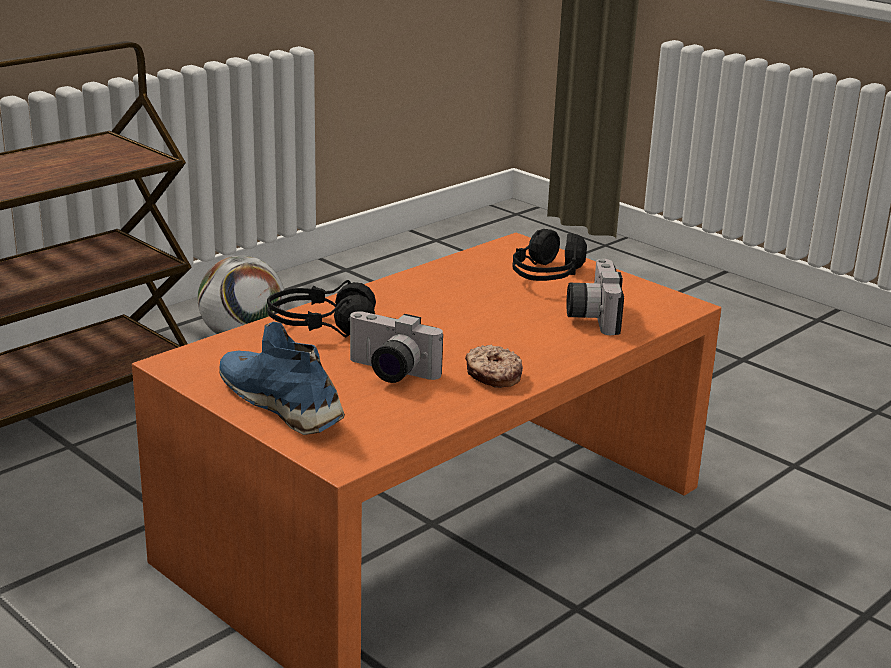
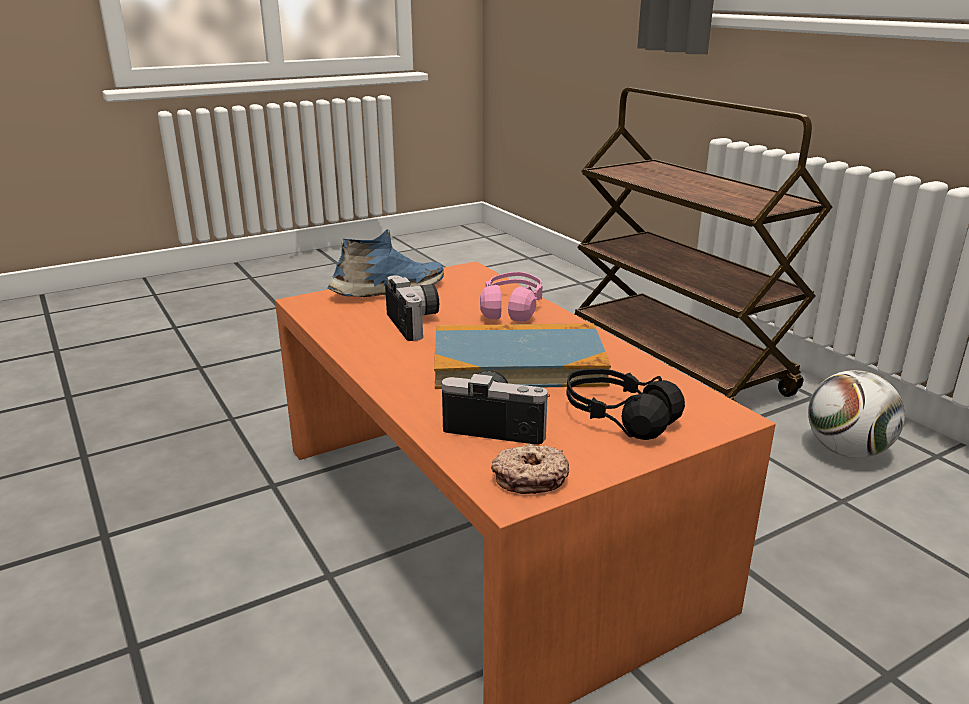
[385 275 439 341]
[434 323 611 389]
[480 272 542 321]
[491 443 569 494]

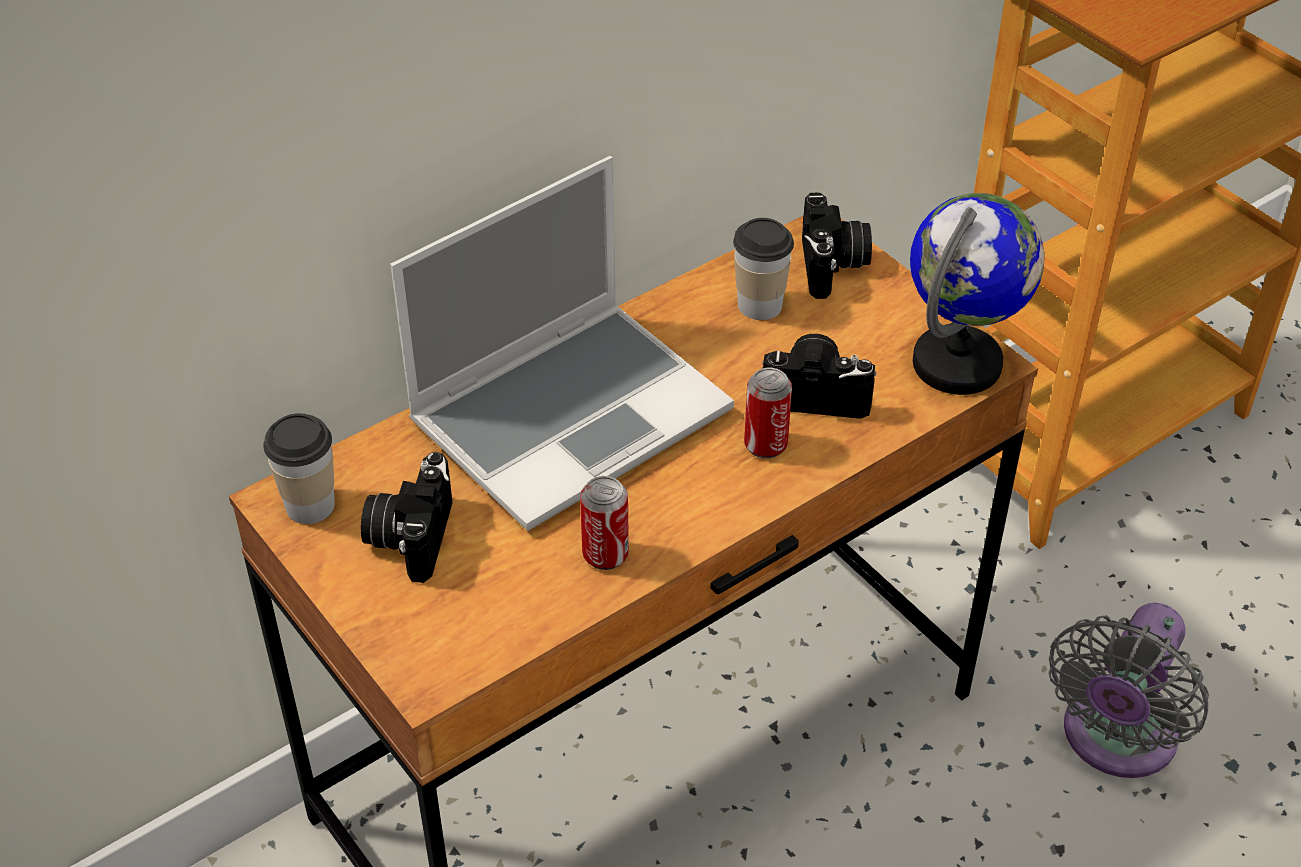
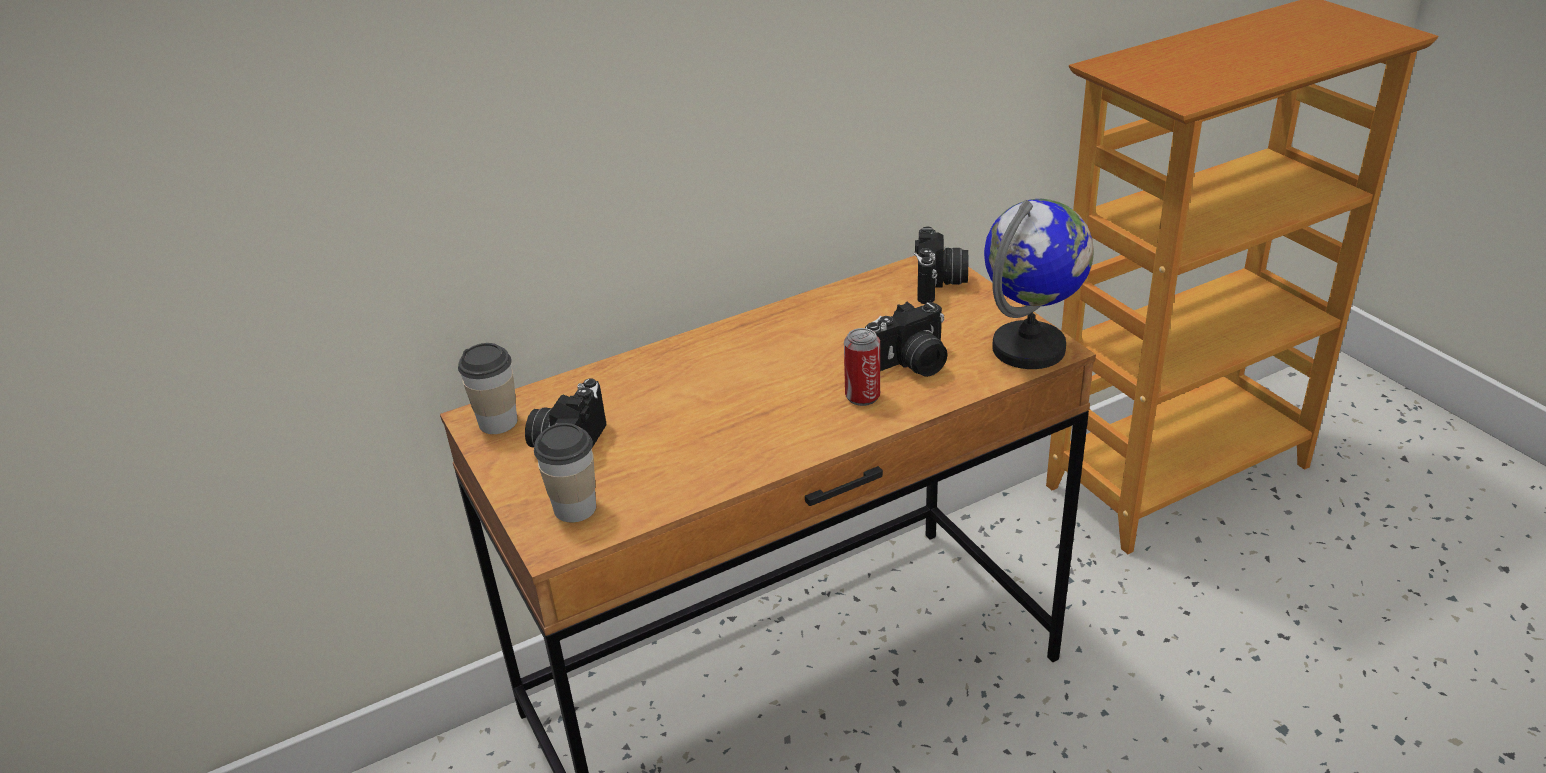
[534 423 596 522]
[865 302 948 377]
[390 156 734 531] (first image)
[580 476 629 570] (first image)
[1049 603 1209 778] (first image)

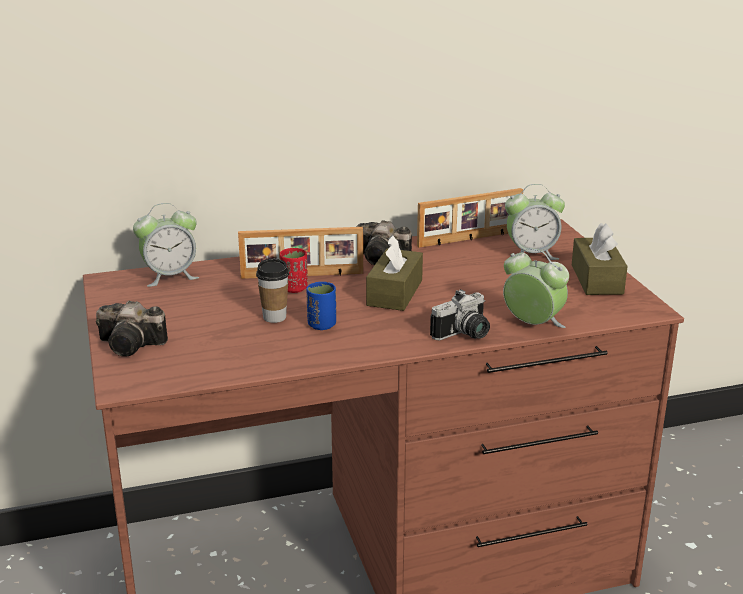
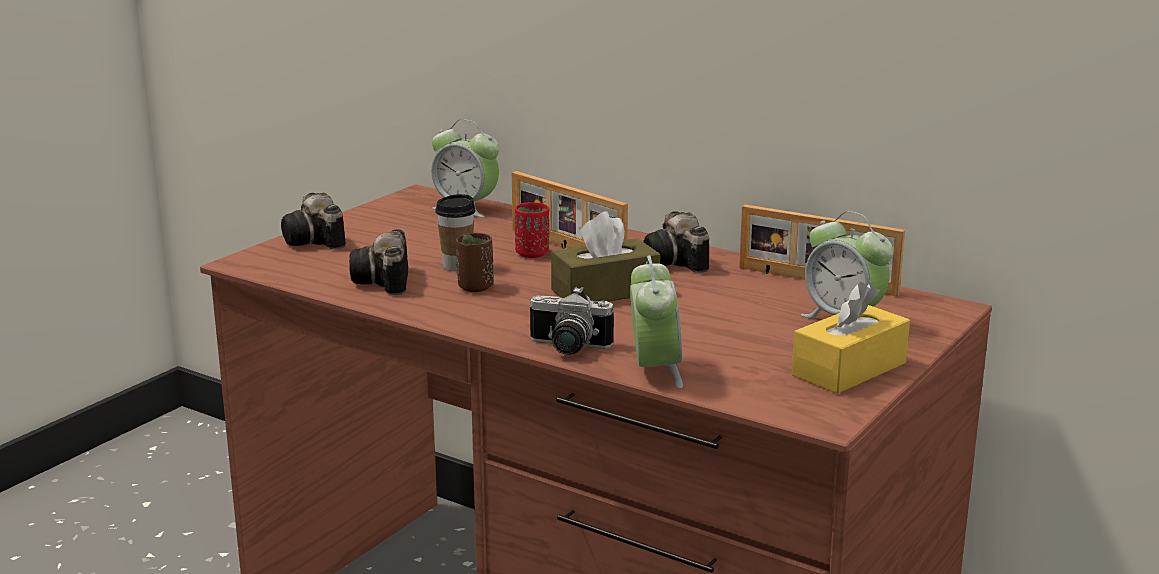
[349 229 409 295]
[456 233 494 292]
[792 282 910 394]

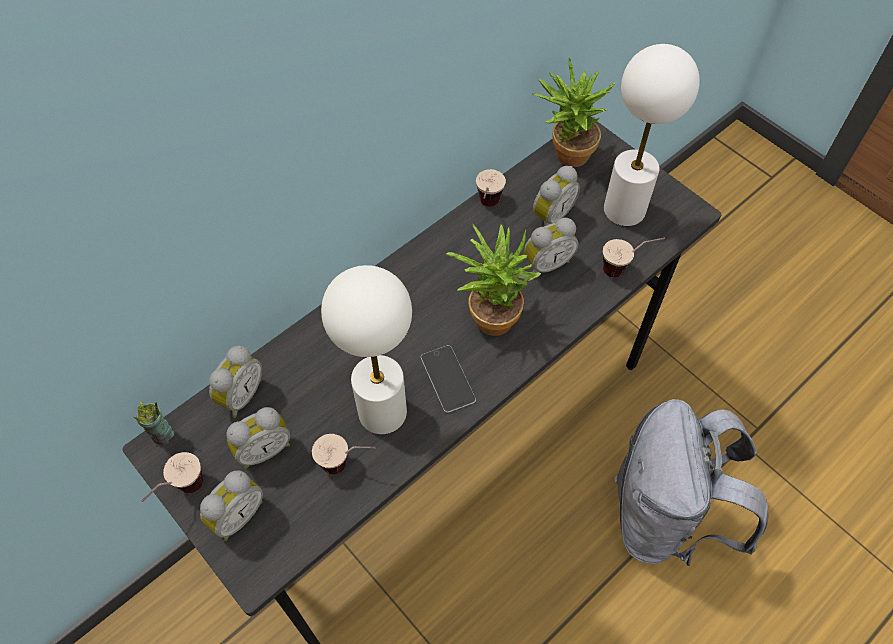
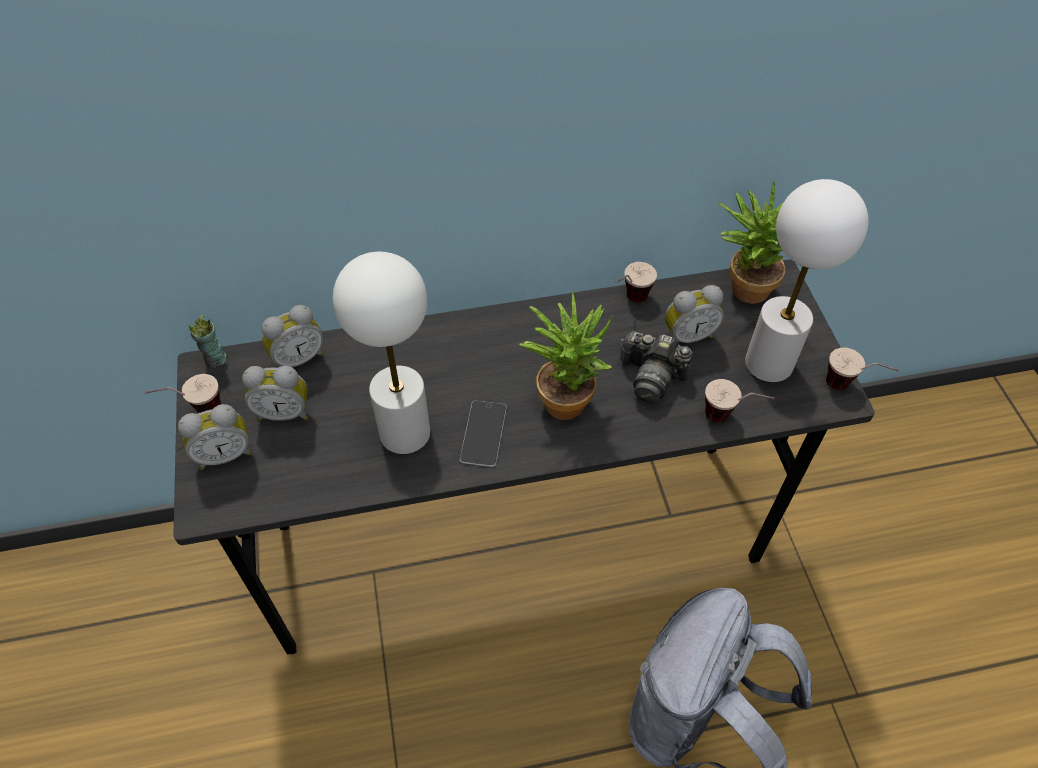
[620 331 694 403]
[826 348 899 390]

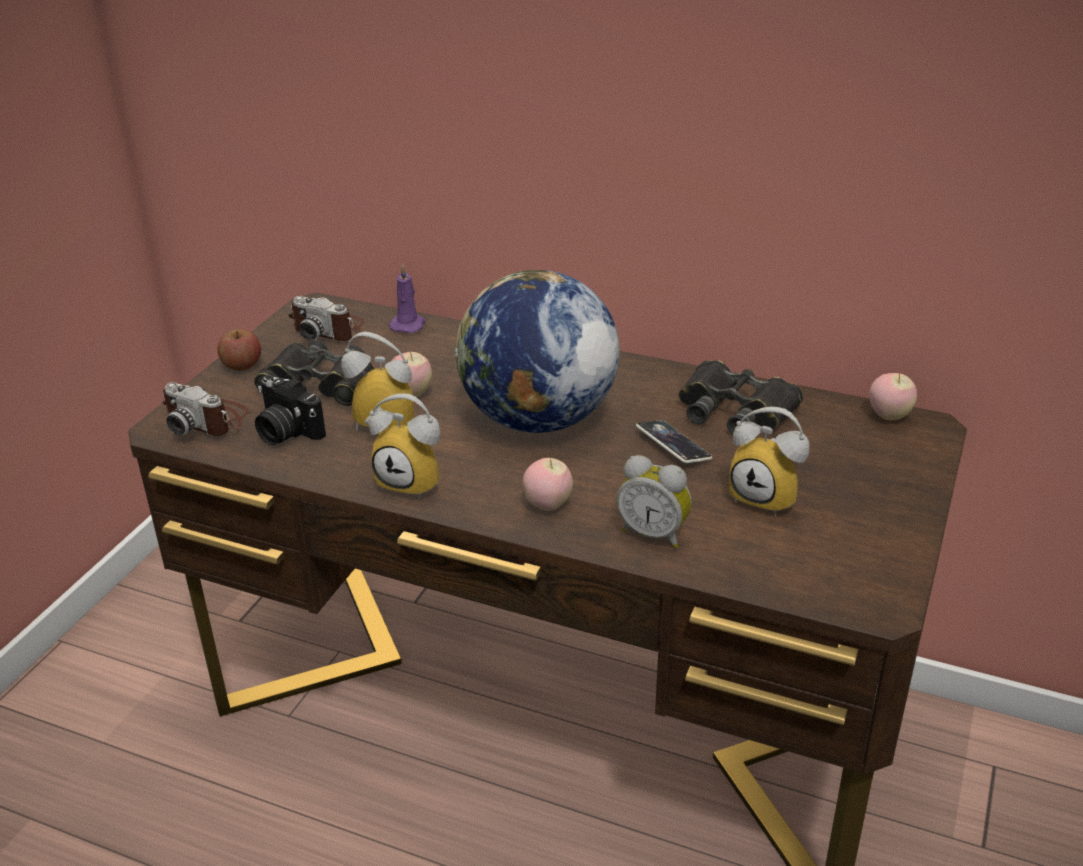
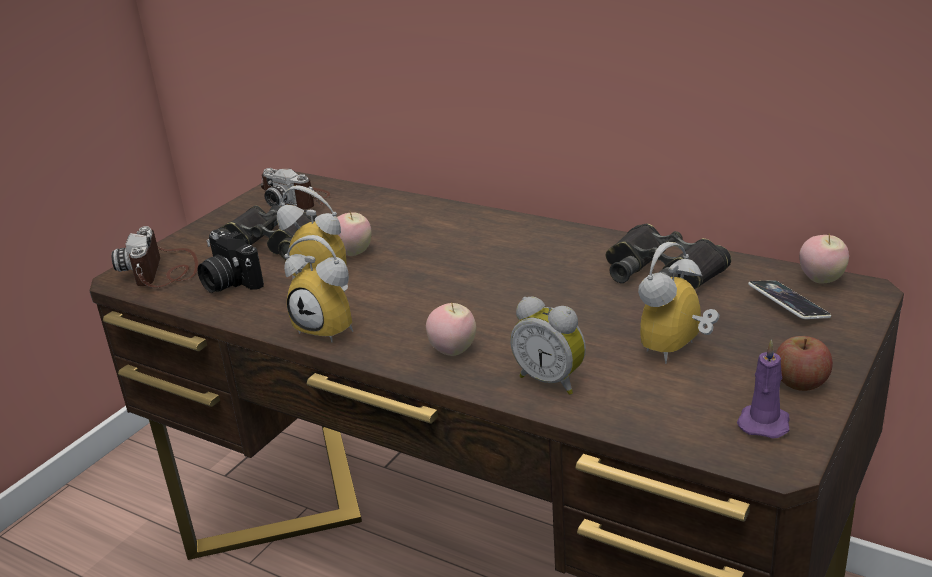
[111 226 198 288]
[638 242 719 364]
[737 339 790 439]
[748 280 831 319]
[776 336 833 391]
[455 270 619 433] (first image)

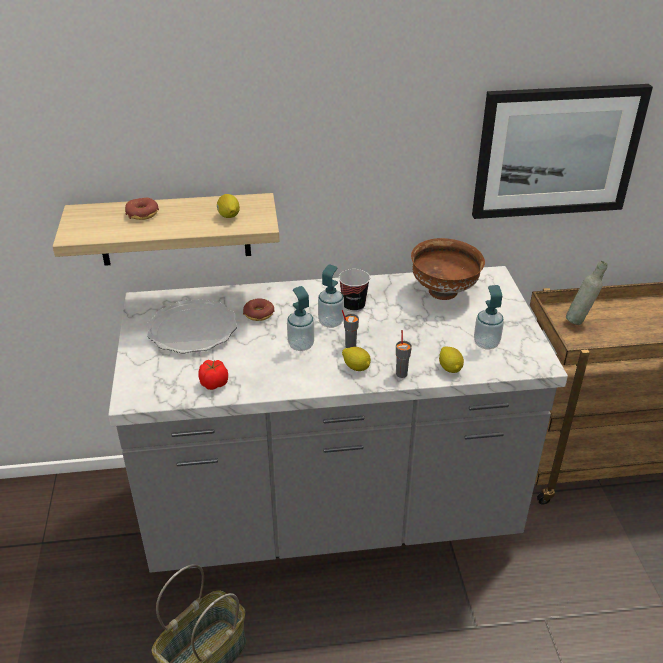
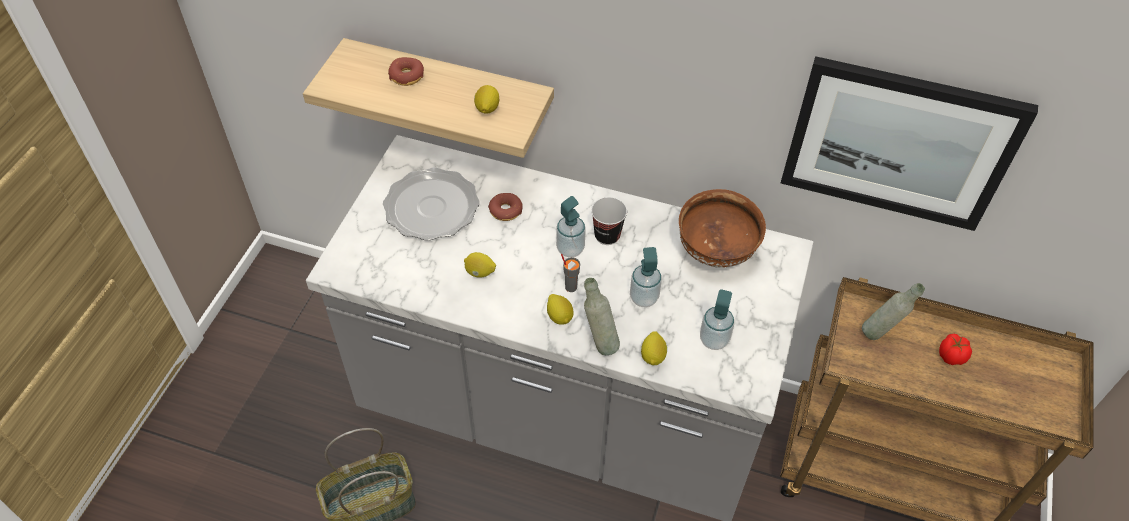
[464 252 496 278]
[584 278 620 355]
[630 247 662 307]
[939 334 972 365]

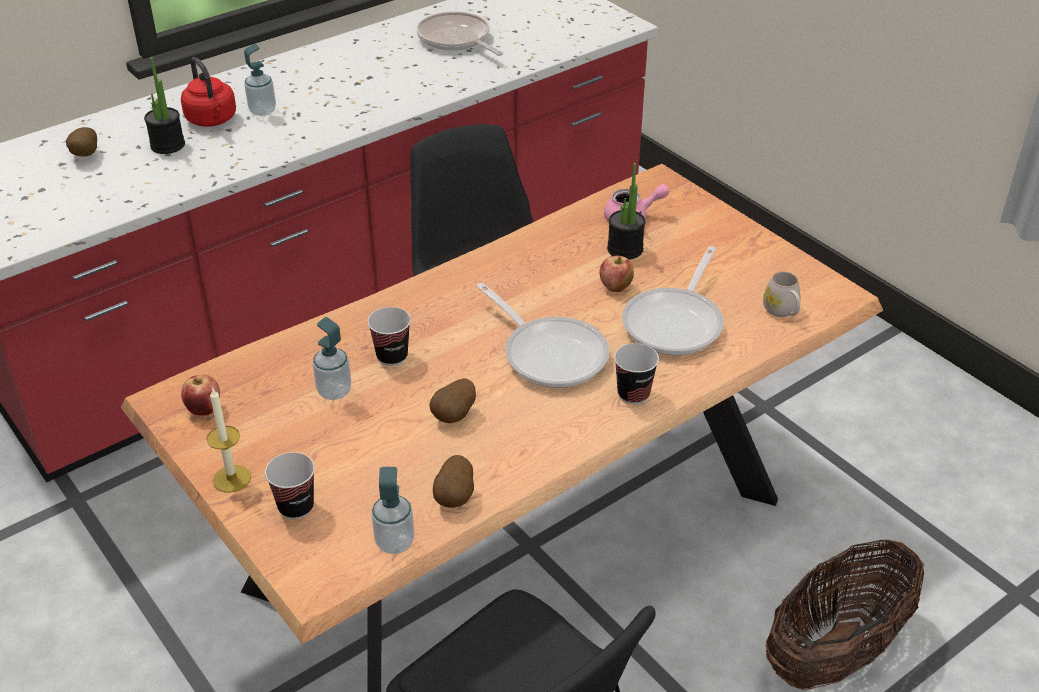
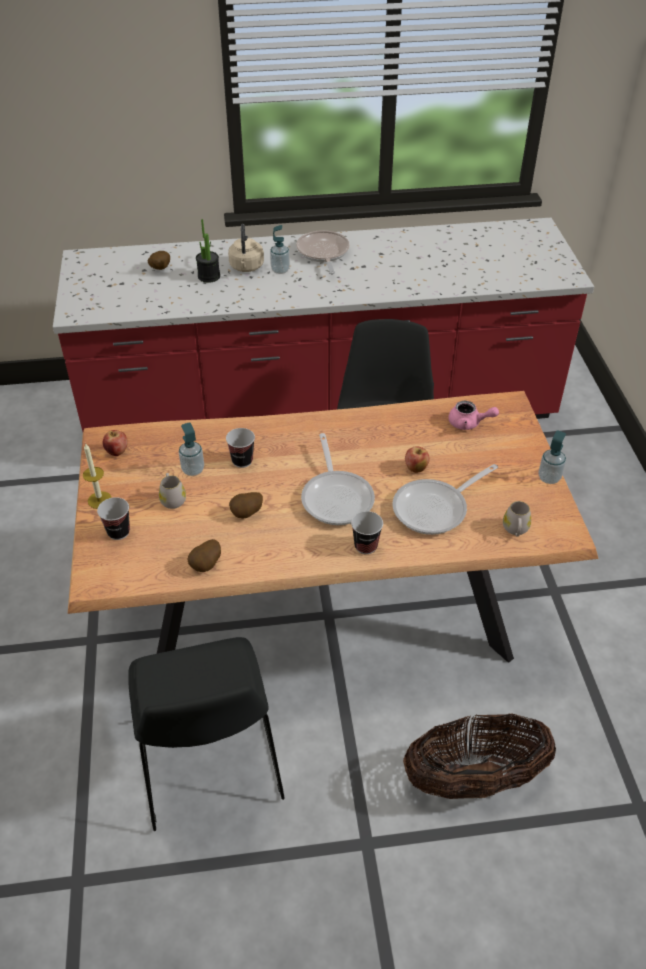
[159 473 186 509]
[228 224 264 272]
[296 230 350 274]
[538 430 566 484]
[607 163 645 259] (first image)

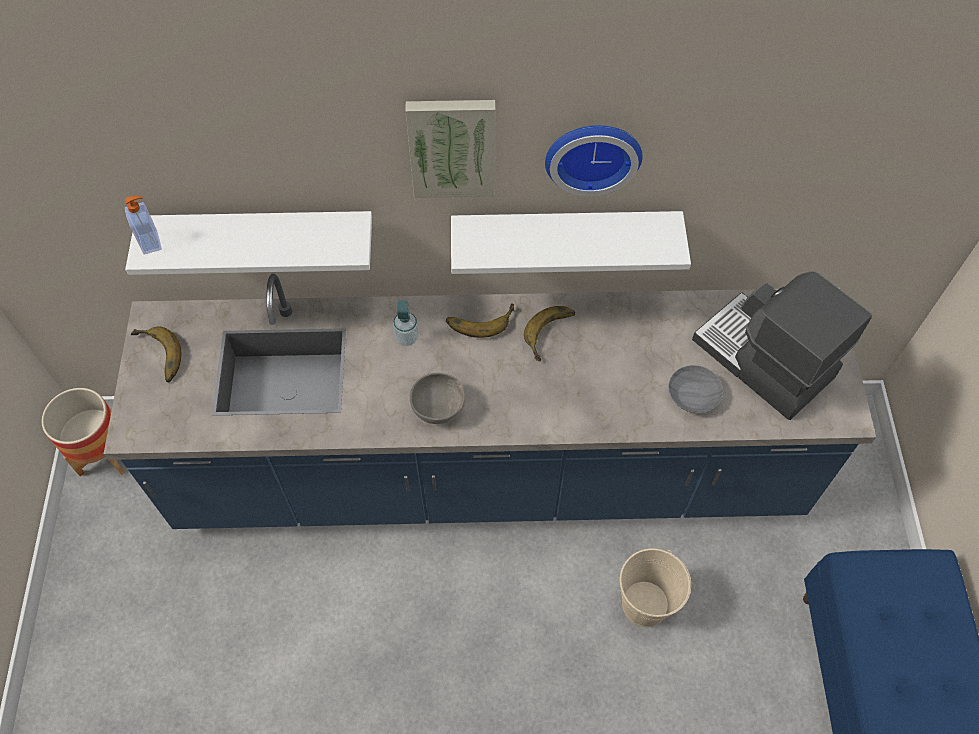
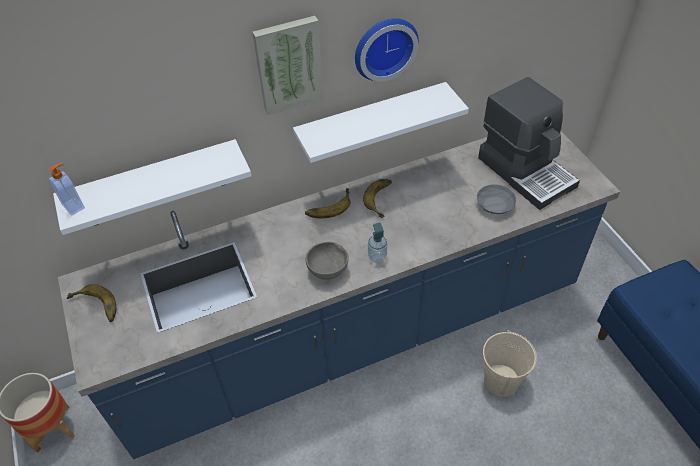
[368 223 387 263]
[478 77 580 210]

